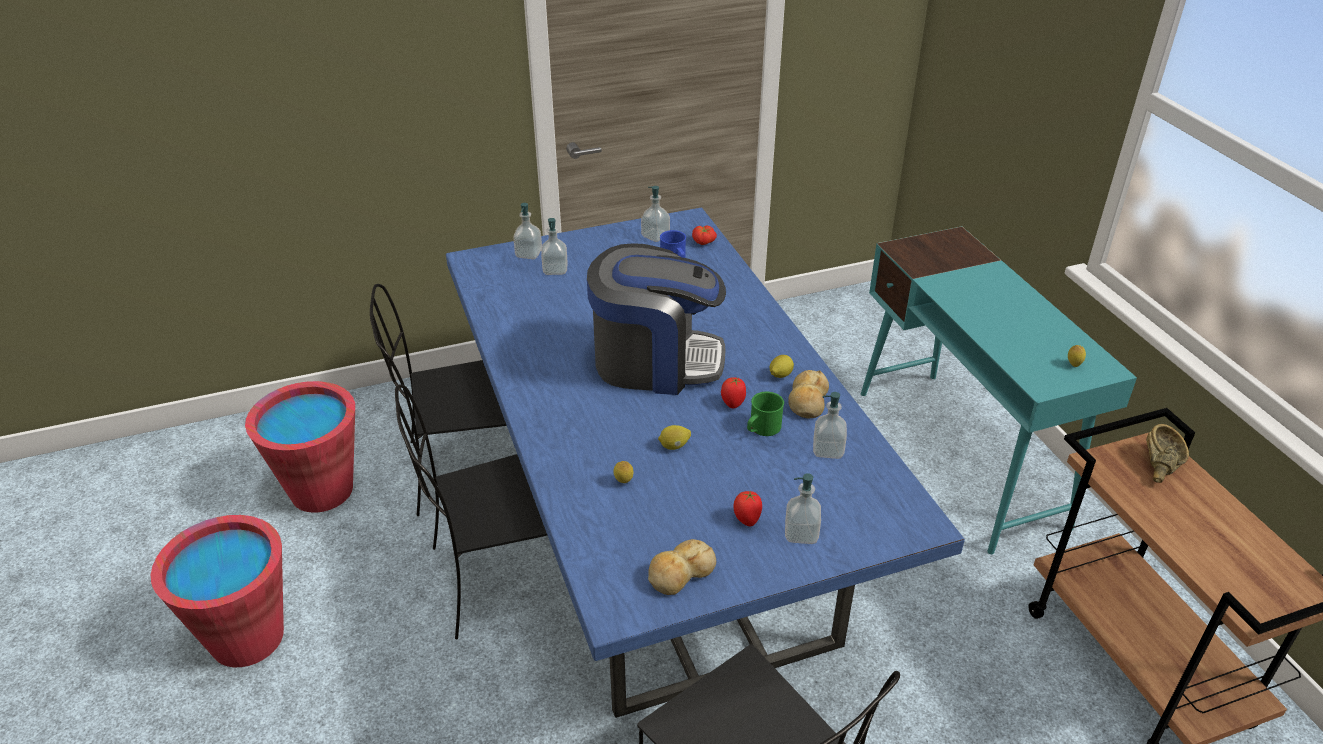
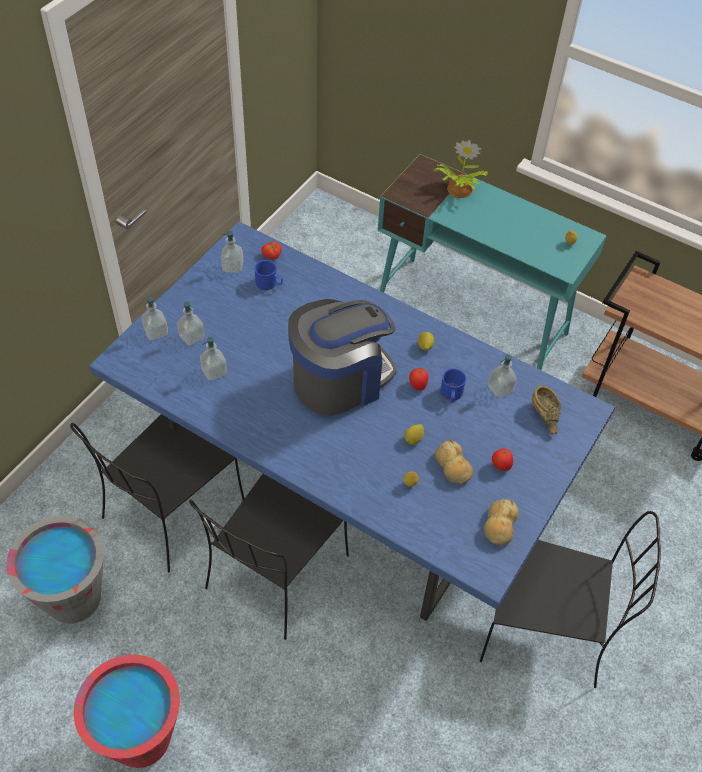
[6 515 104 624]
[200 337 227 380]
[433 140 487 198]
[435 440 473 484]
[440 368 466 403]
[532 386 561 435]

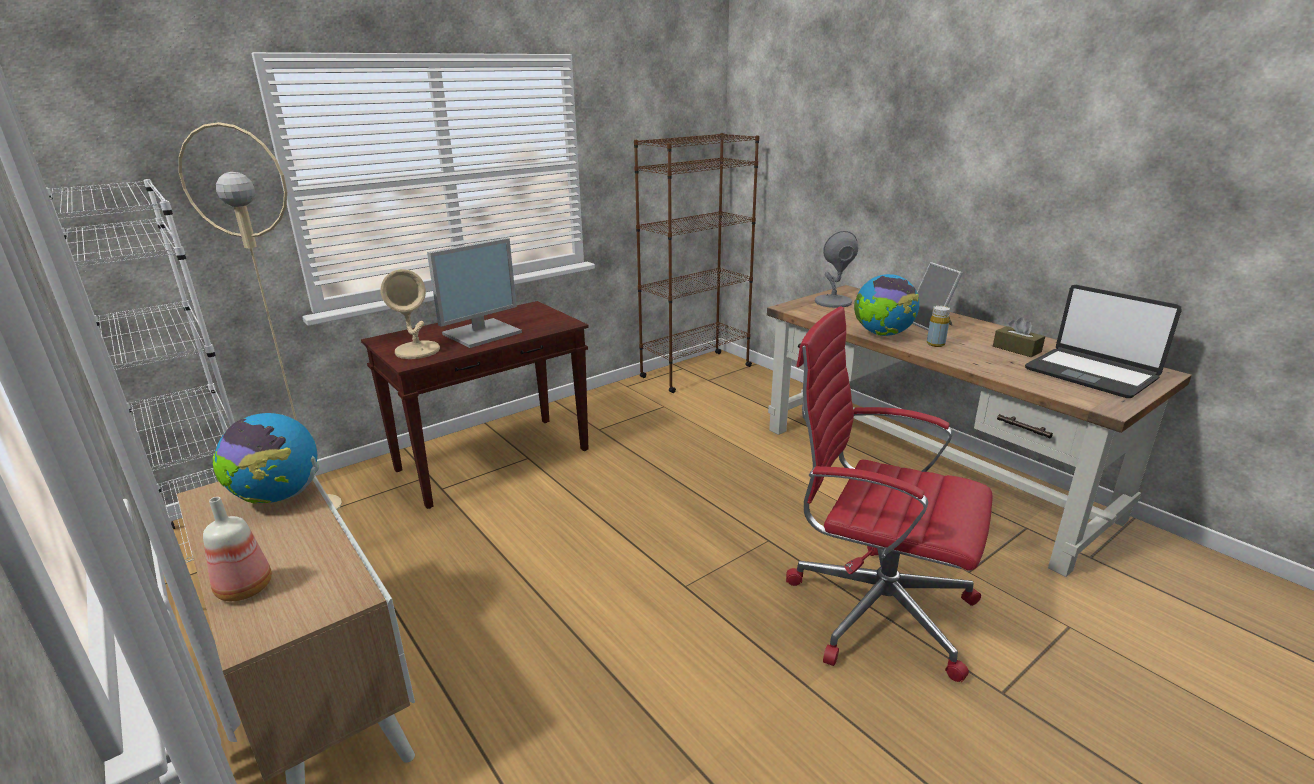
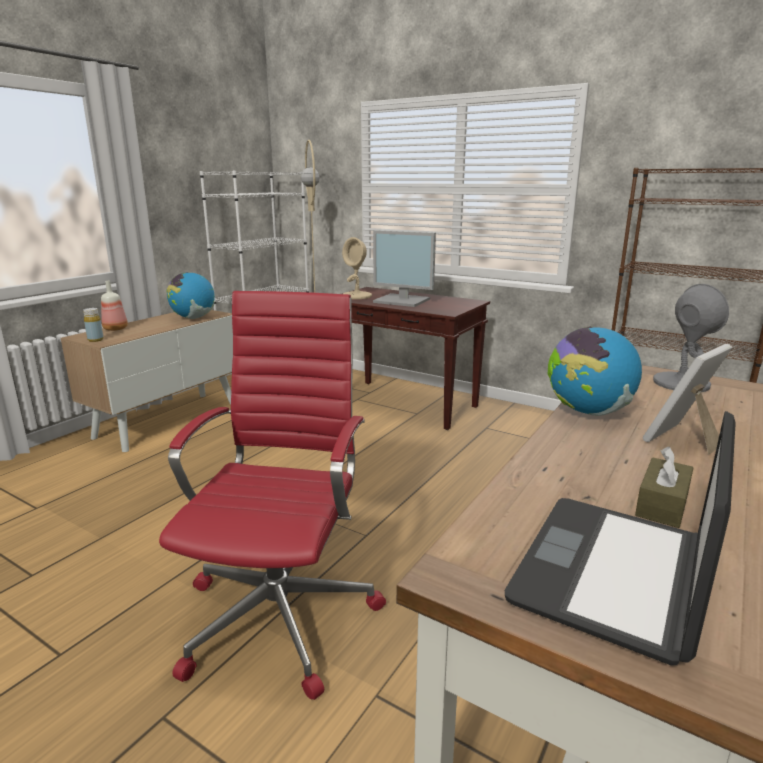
[83 308 104 342]

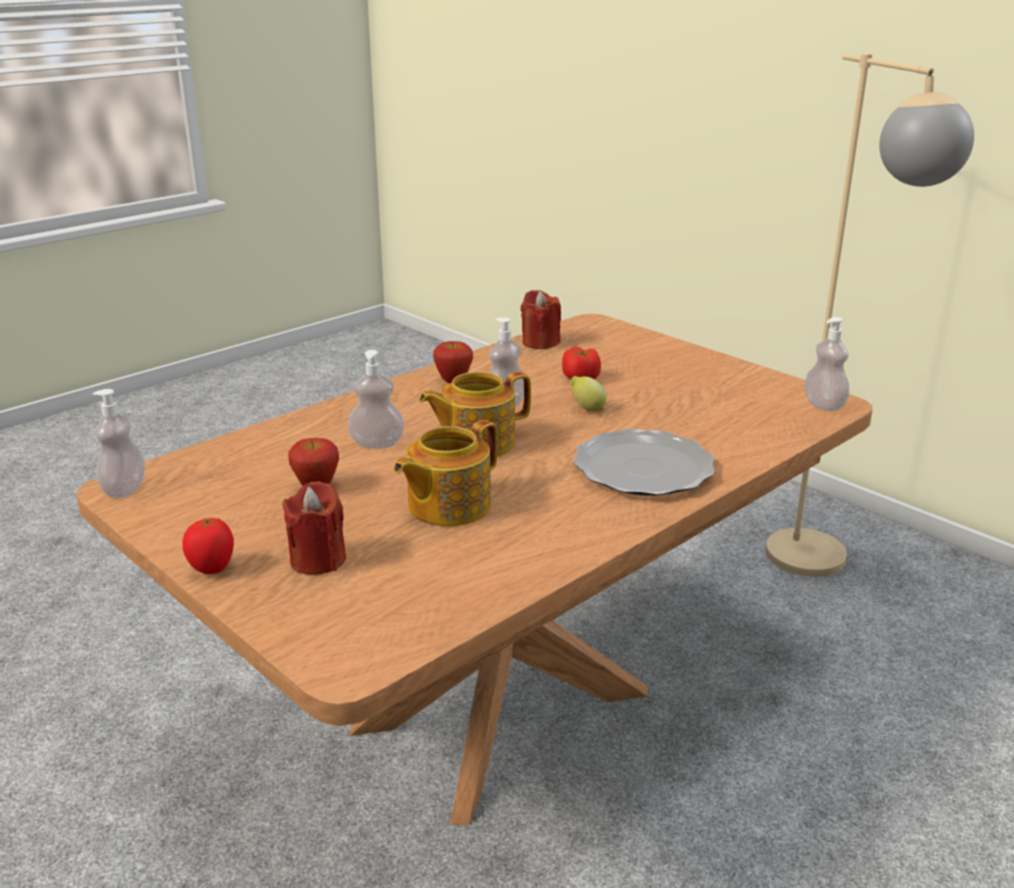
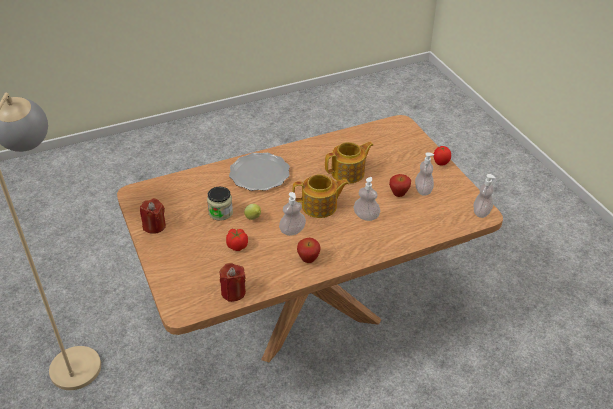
[140 198 166 234]
[207 187 233 221]
[415 152 434 196]

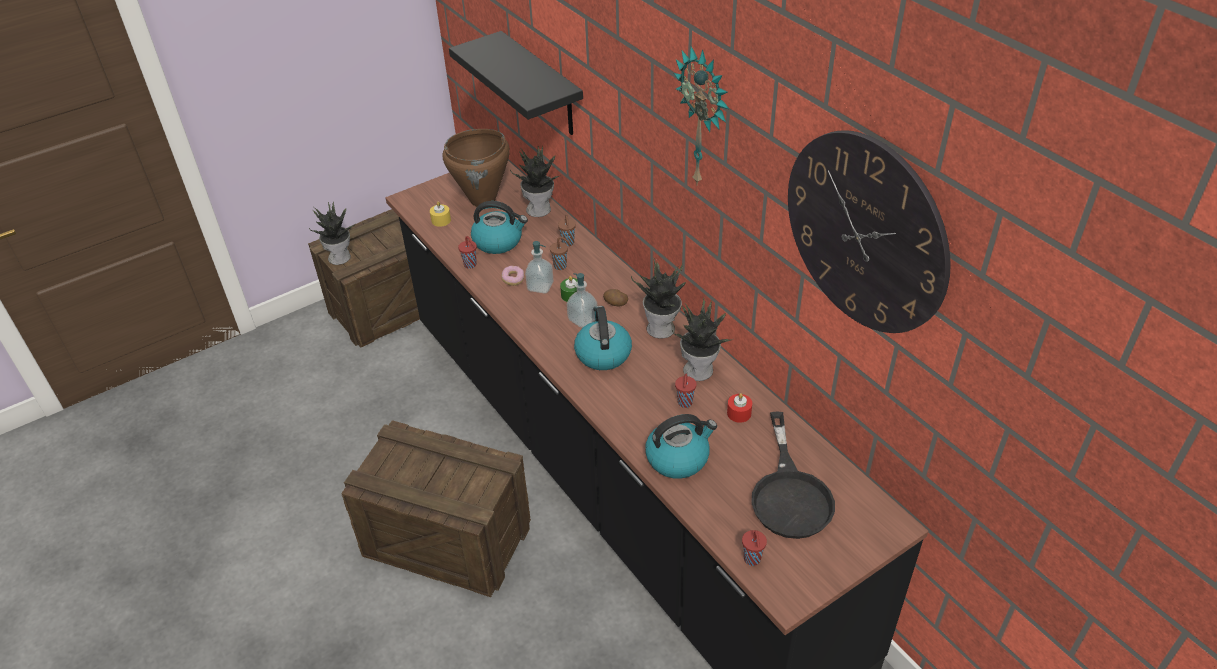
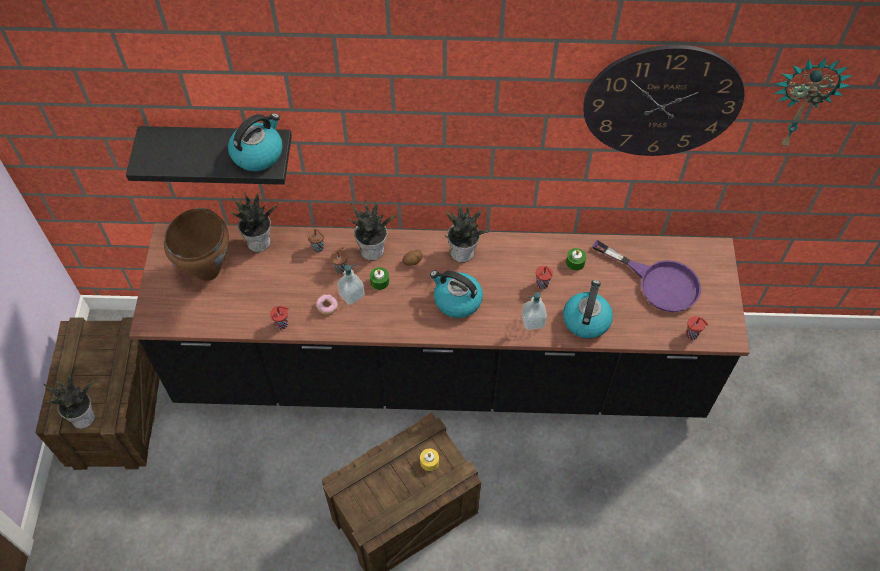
[228 113 283 171]
[349 202 398 260]
[420 449 439 471]
[522 292 547 330]
[566 248 586 271]
[592 240 701 312]
[774 57 853 148]

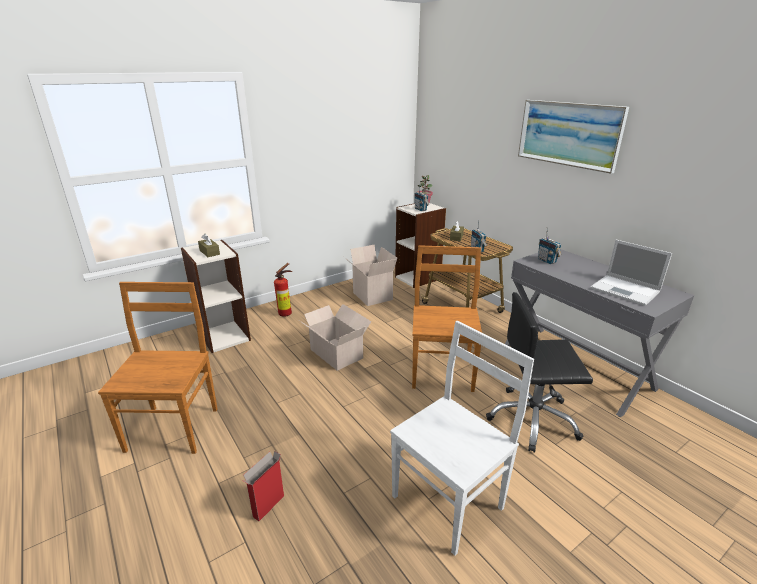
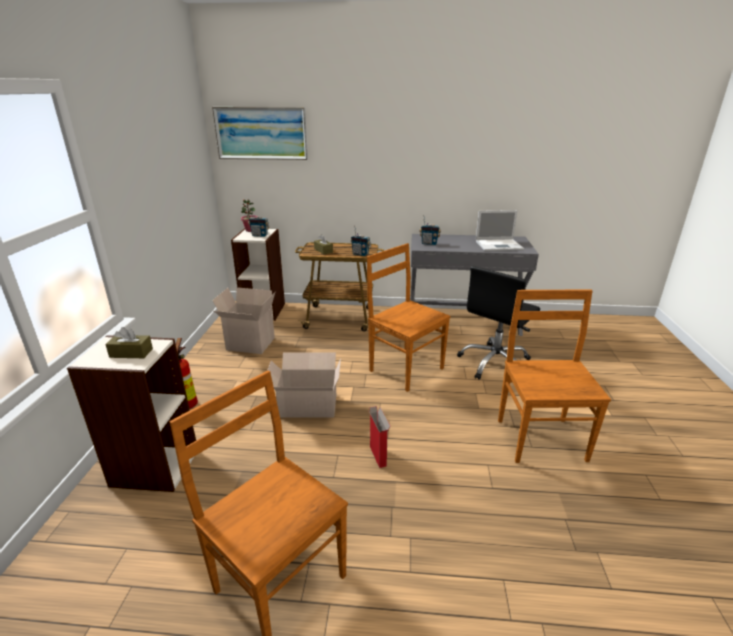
[212 107 308 160]
[368 406 390 468]
[498 289 611 463]

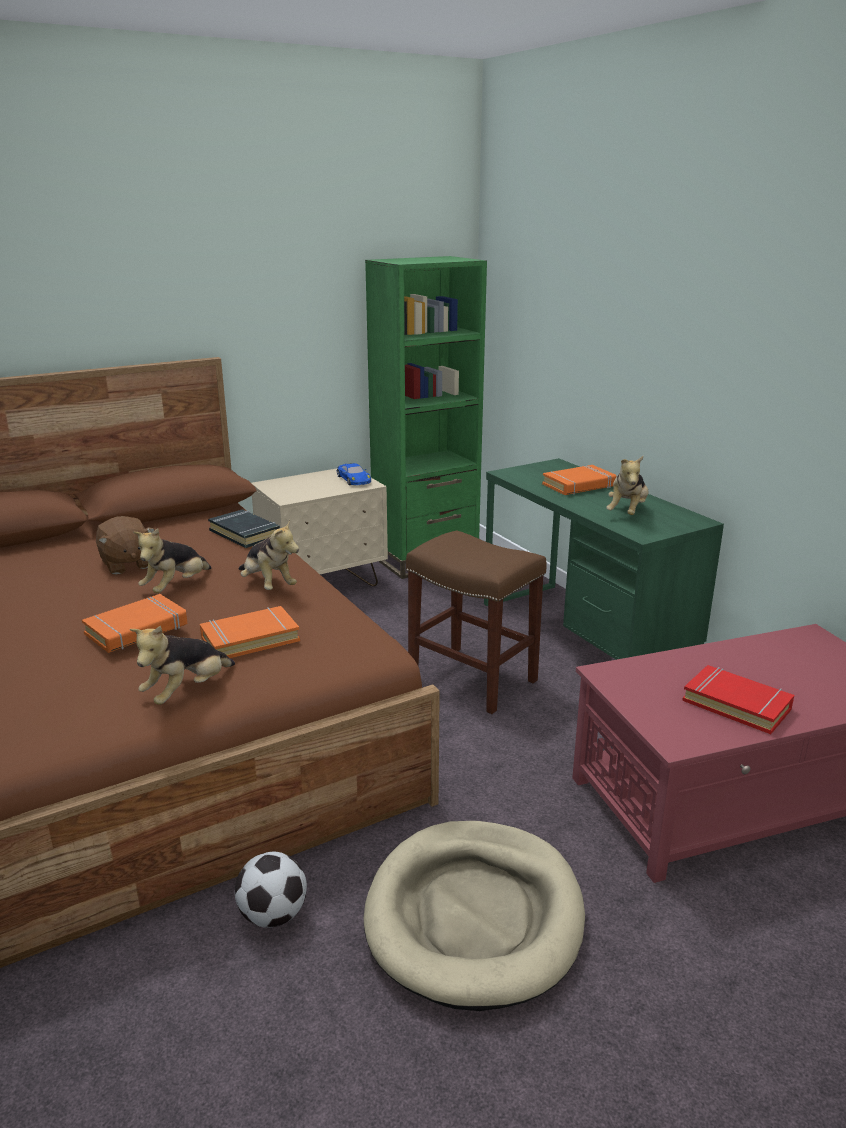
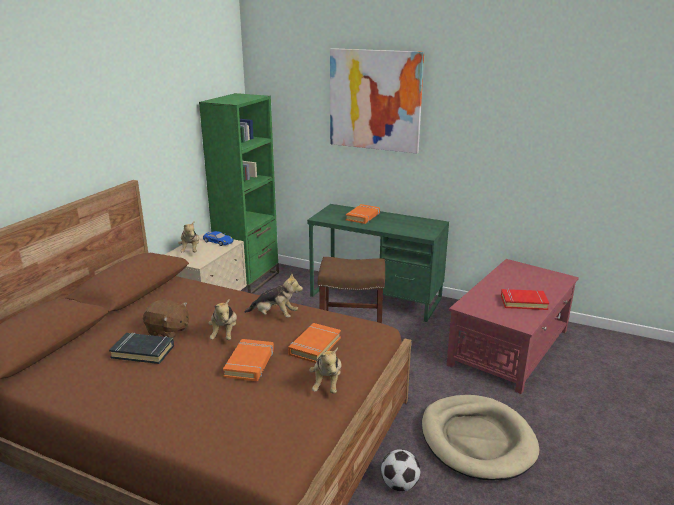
[109 332 174 364]
[178 222 199 252]
[330 48 424 153]

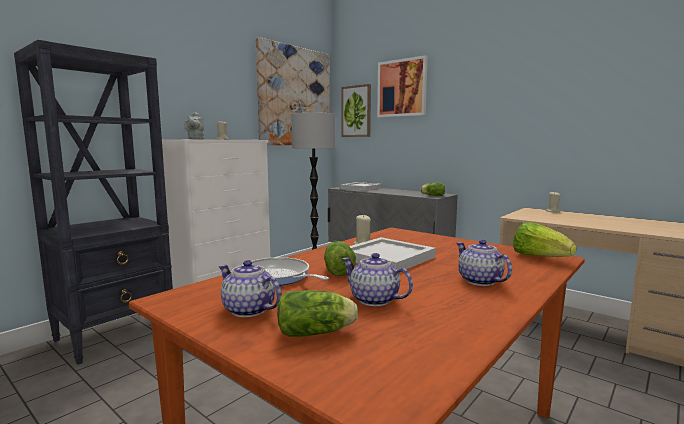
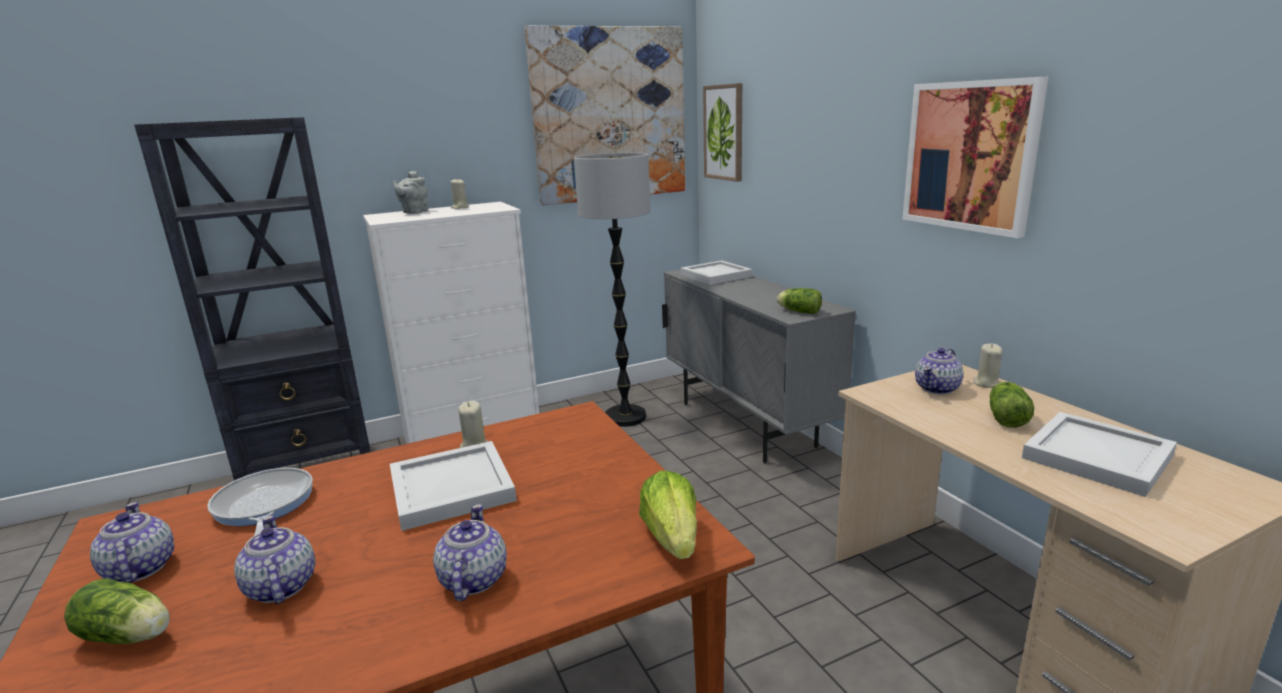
[902 77 1048 238]
[915 348 963 395]
[990 382 1034 428]
[1022 412 1177 497]

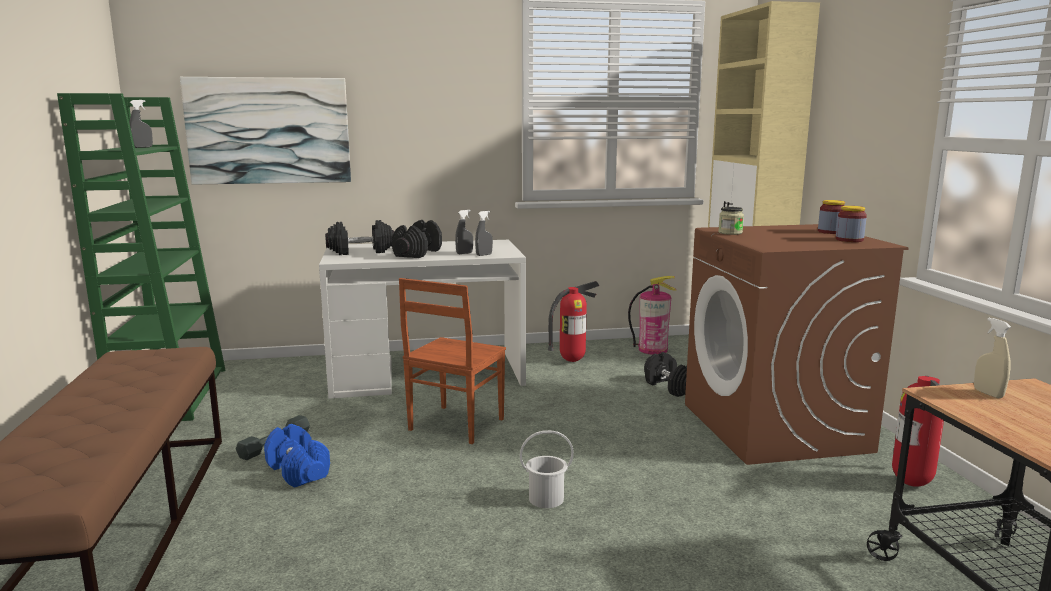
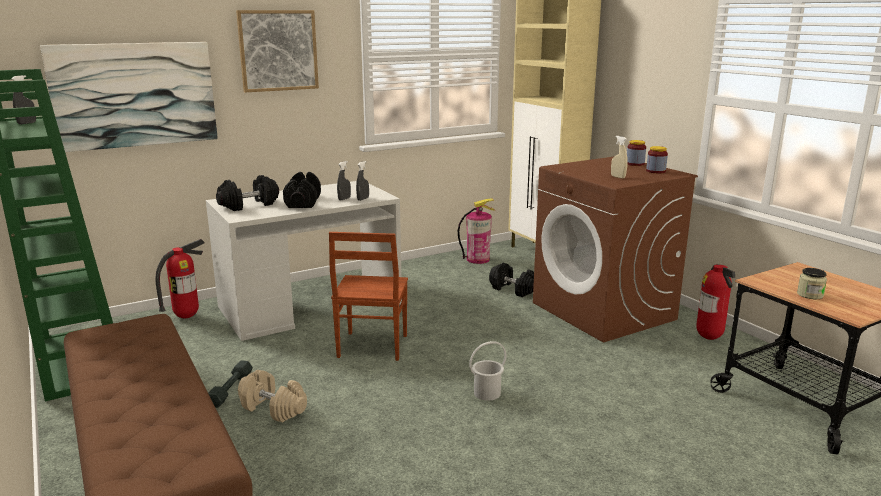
[155 239 205 318]
[236 10 319 93]
[238 370 307 423]
[611 136 628 179]
[797 268 827 299]

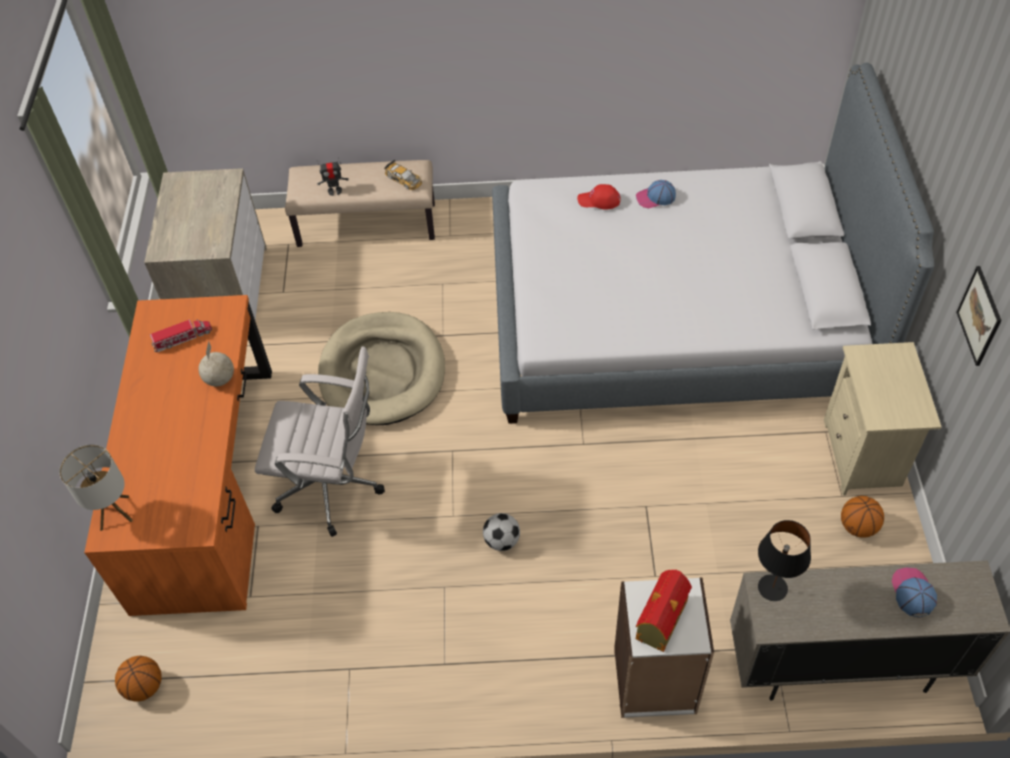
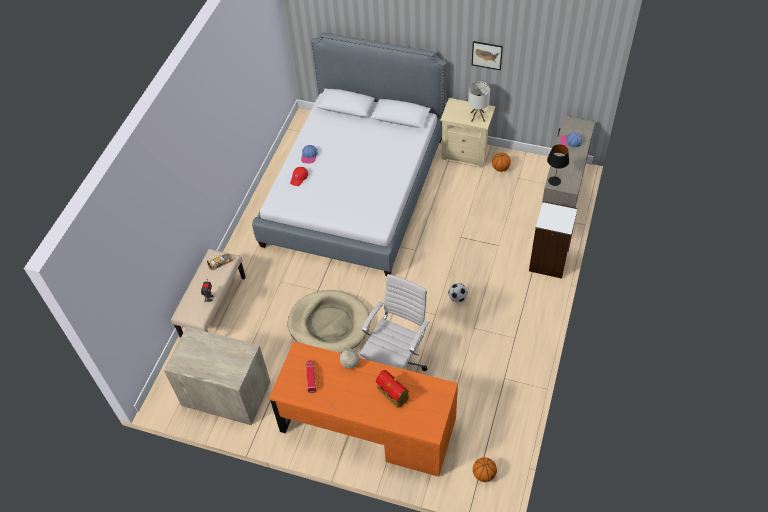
[376 370 409 408]
[468 81 490 122]

